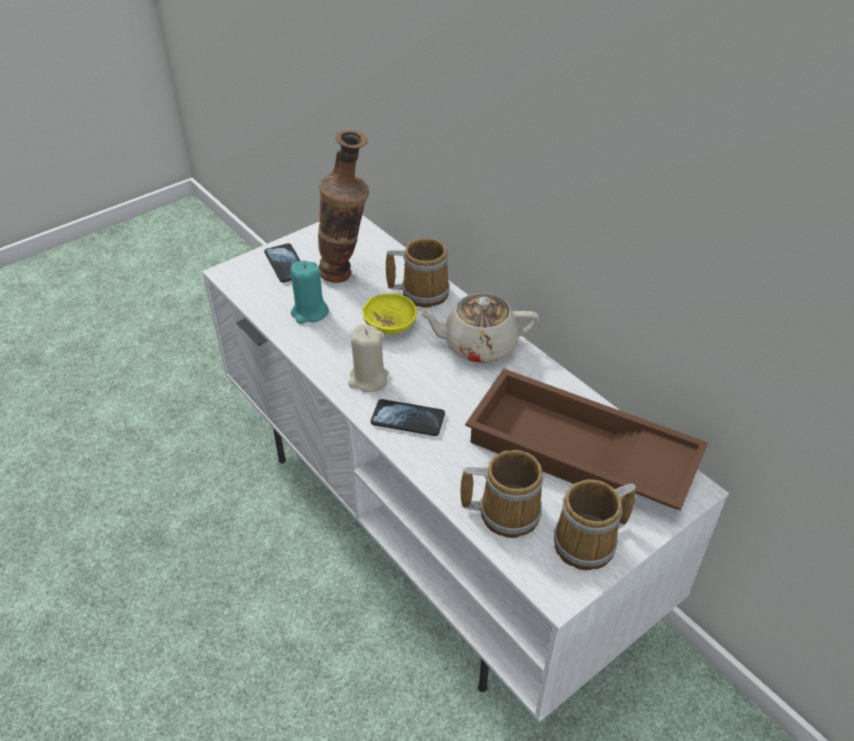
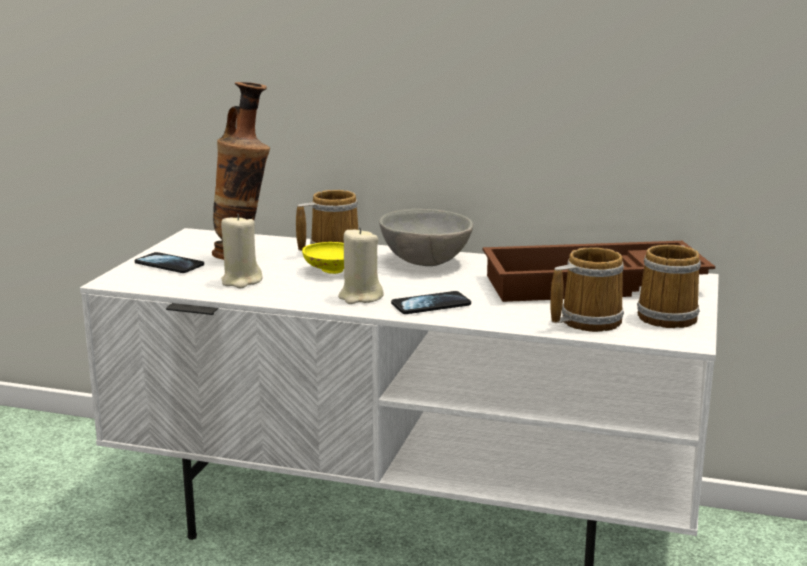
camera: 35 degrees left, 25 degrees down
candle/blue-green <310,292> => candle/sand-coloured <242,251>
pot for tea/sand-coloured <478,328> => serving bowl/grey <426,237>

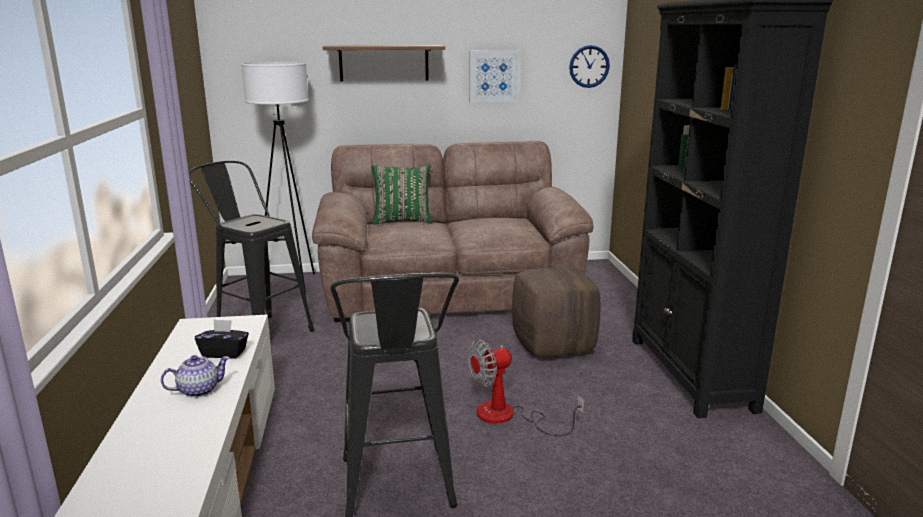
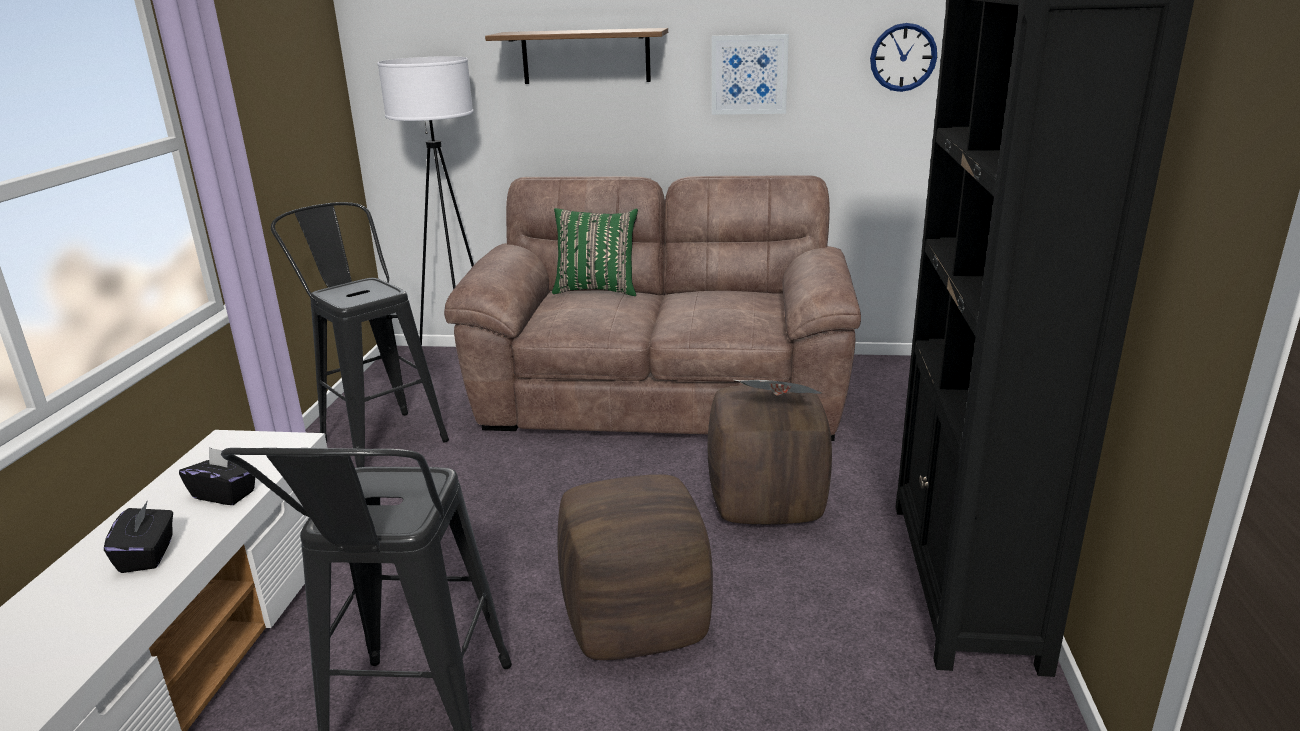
camera: 15 degrees right, 5 degrees up
fan <526,388> => pouffe/brown-coloured <635,567>
pot for tea <195,376> => tissue holder/black-coloured <138,537>
nothing => printed paper <778,388>

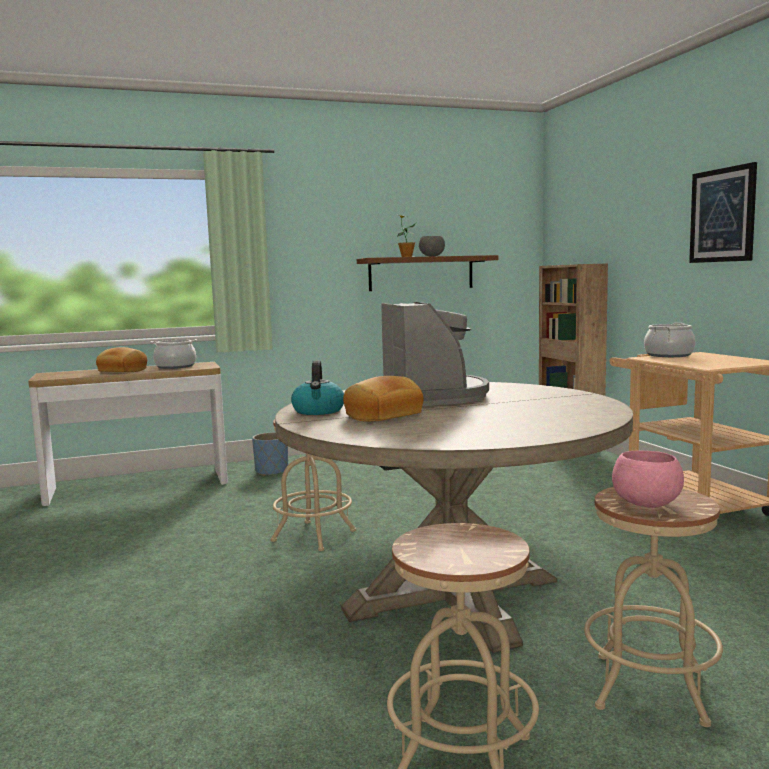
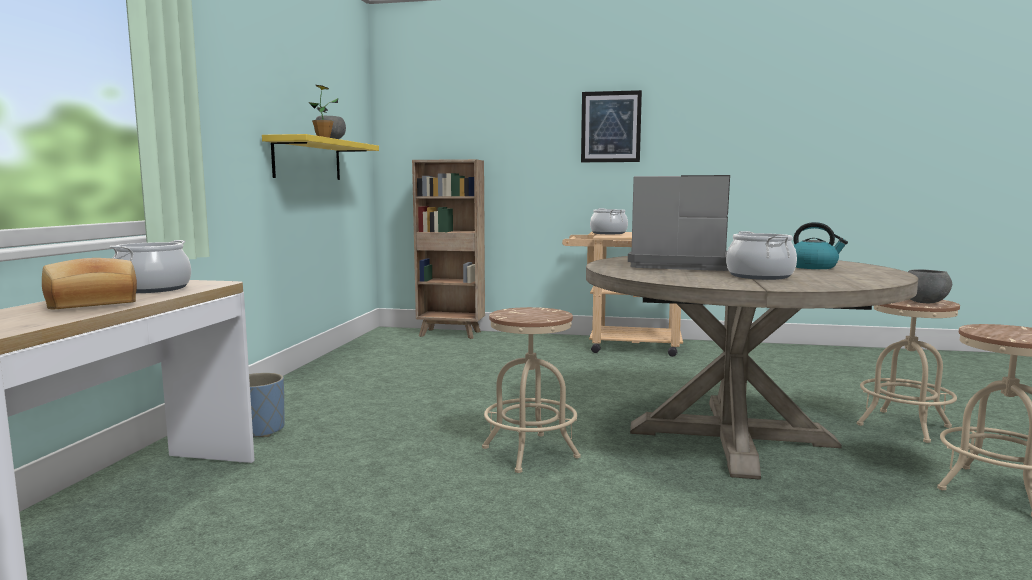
camera: 60 degrees left, 0 degrees up
bracket shelf/brown-coloured <428,273> => bracket shelf/yellow-coloured <320,157>
water kettle <317,387> => water kettle <820,245>, move
bread <383,399> => saucepot <761,255>
serving bowl/pink <648,479> => serving bowl/grey <930,286>

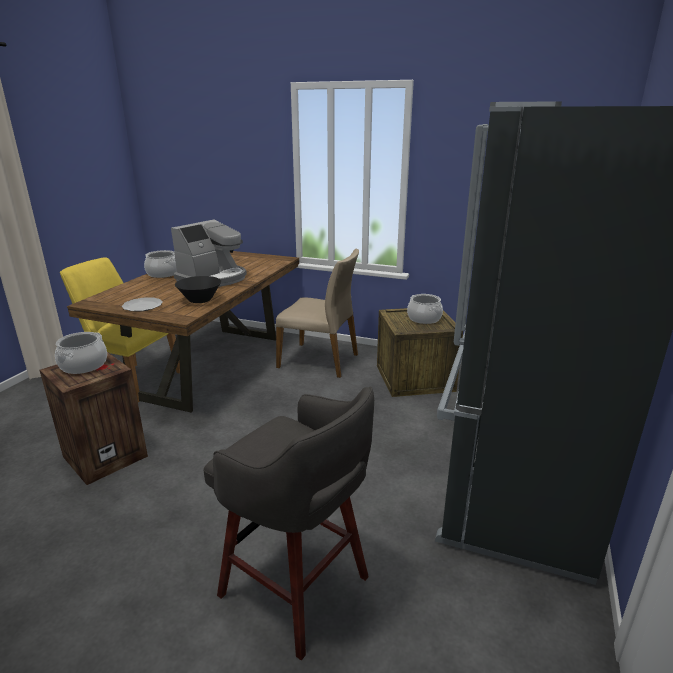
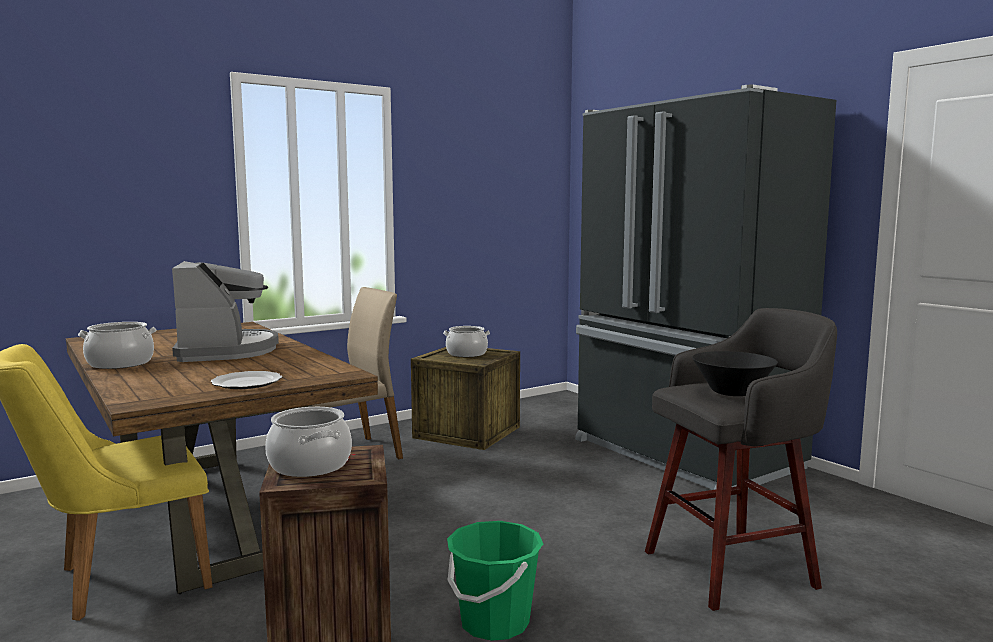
camera: 55 degrees left, 15 degrees down
serving bowl/black-coloured <198,289> => serving bowl/black-coloured <735,373>, move
nothing => water bucket/green <495,581>

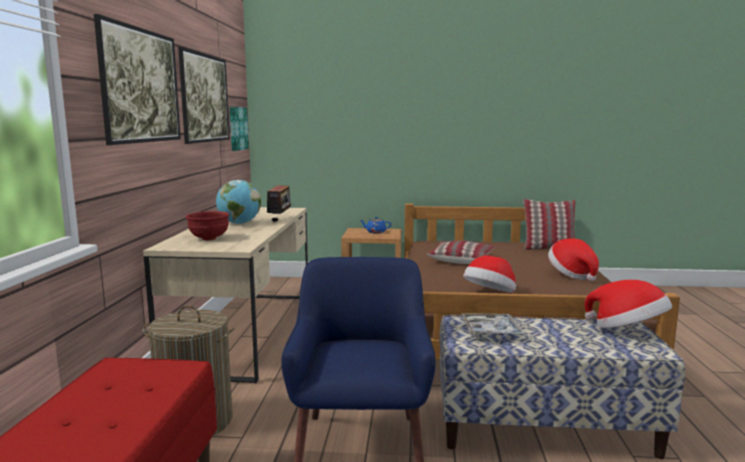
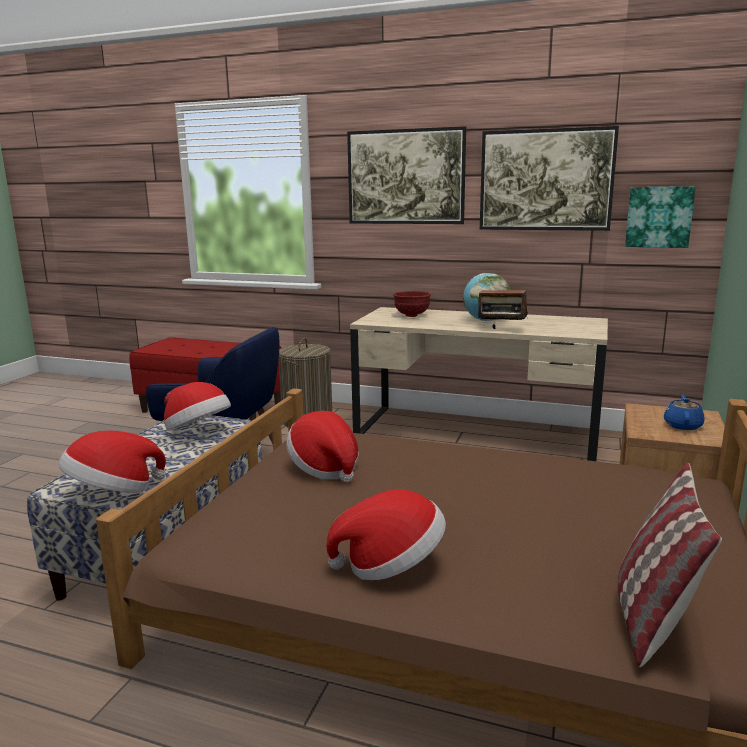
camera: 105 degrees right, 5 degrees up
cushion <460,252> => nothing
carrying tray <493,324> => hat <197,406>

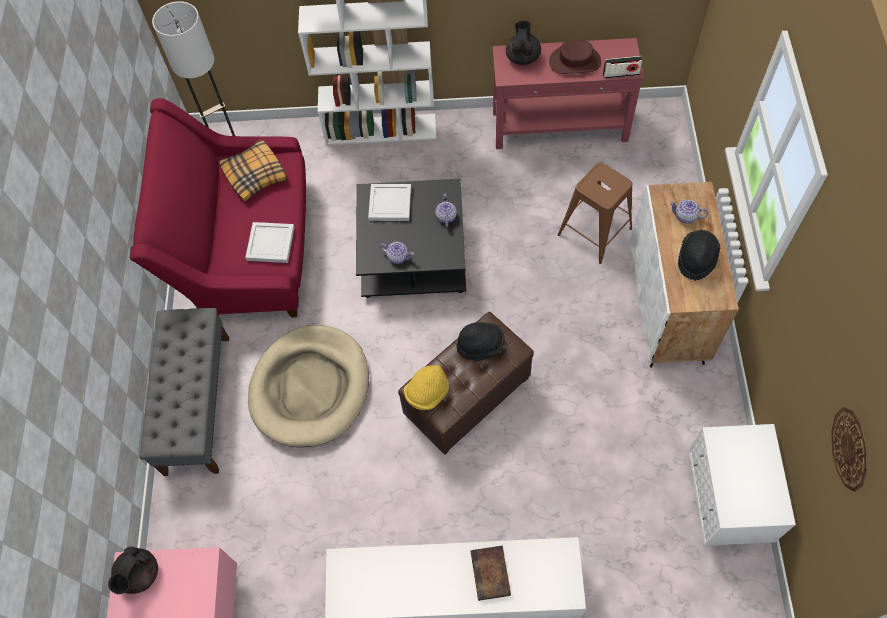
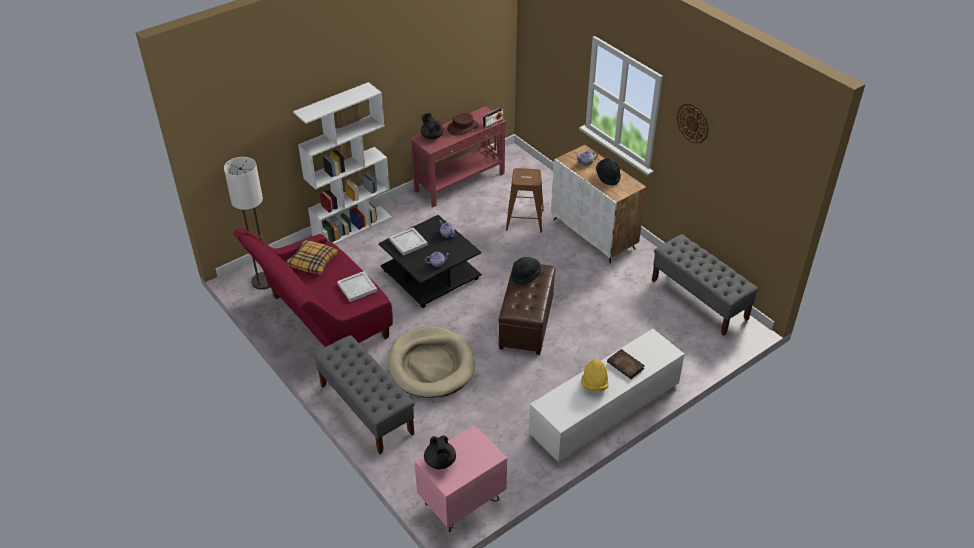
camera: 40 degrees left, 20 degrees down
hat/yellow-coloured <426,387> => hat/yellow-coloured <595,375>, move
wall clock <849,449> => wall clock <693,123>, move
nightstand/white-coloured <742,485> => indoor bench/grey <705,285>

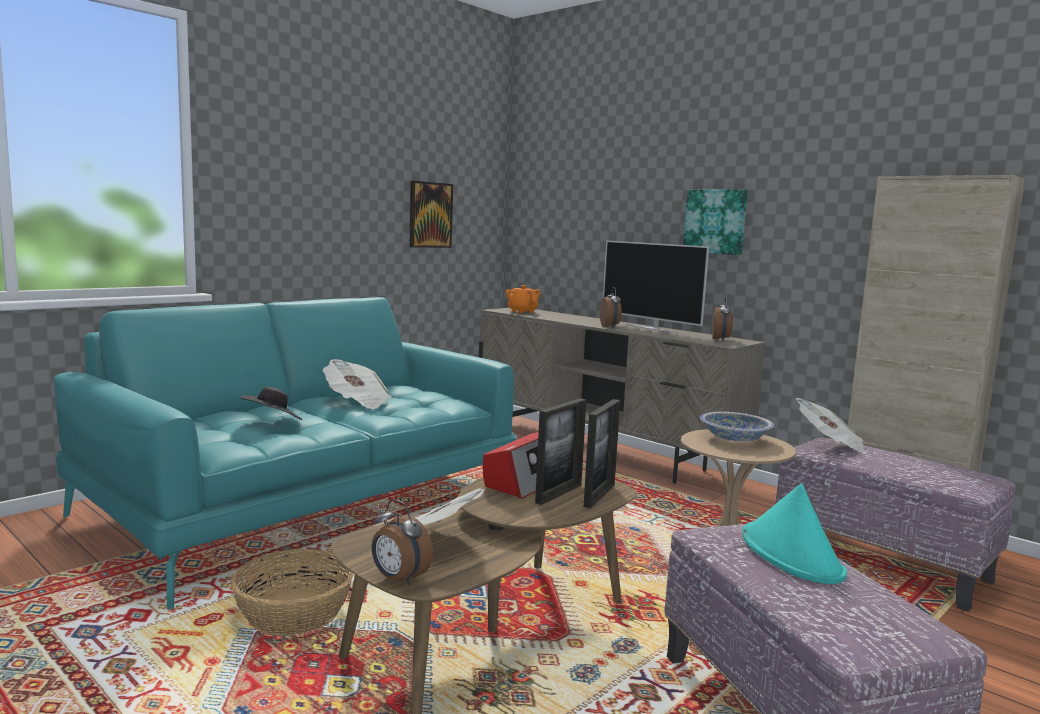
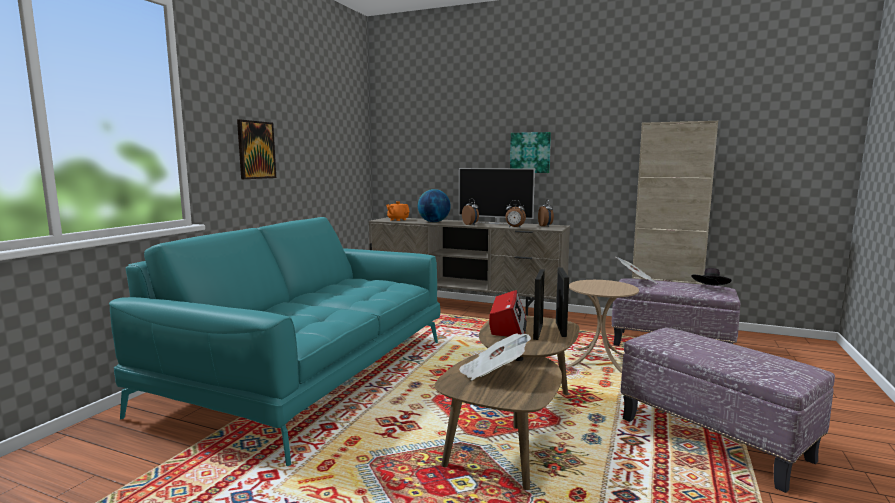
camera: 20 degrees left, 0 degrees up
picture <431,214> => picture <256,149>, move
printed paper <357,384> => nothing
hat/black-coloured <270,403> => hat/black-coloured <711,276>, move
serving bowl <737,427> => nothing
hat/blue-green <794,533> => nothing
bedside clock <402,542> => bedside clock <516,213>, move
storage basket <292,592> => nothing
nothing => world globe <434,205>

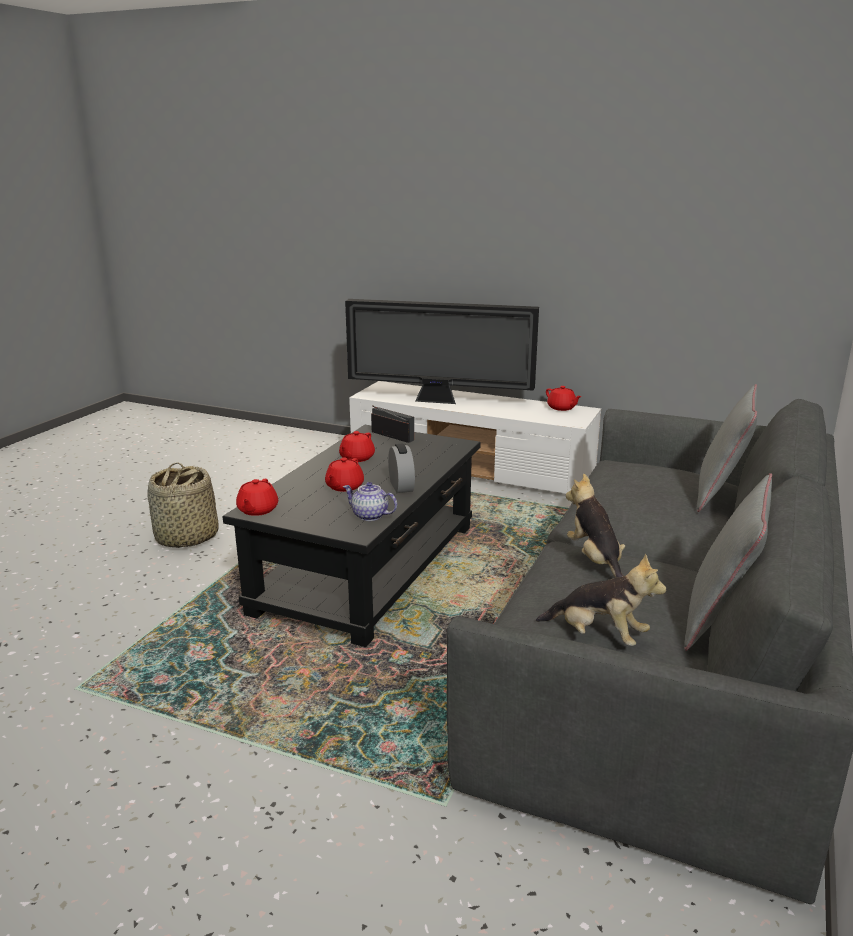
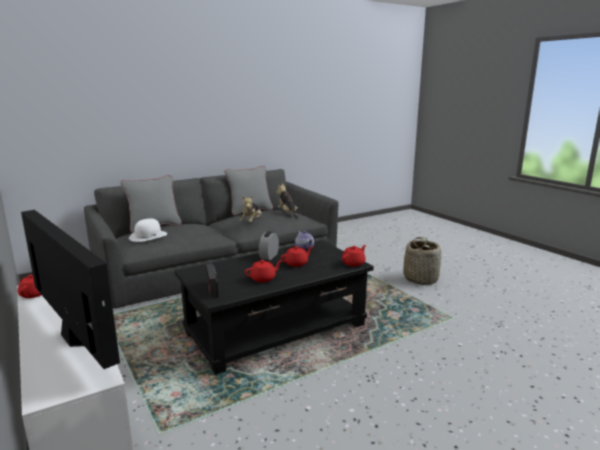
camera: 145 degrees left, 5 degrees down
storage basket <182,505> => storage basket <422,261>, move
nothing => hat/white-coloured <148,230>

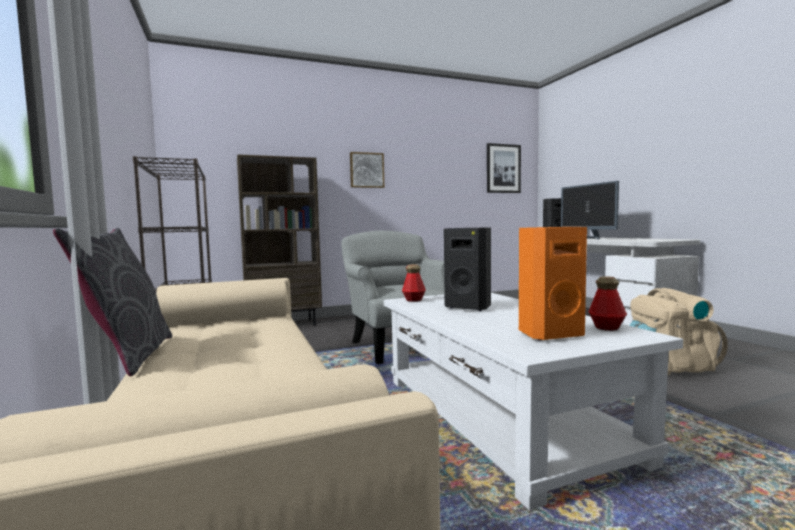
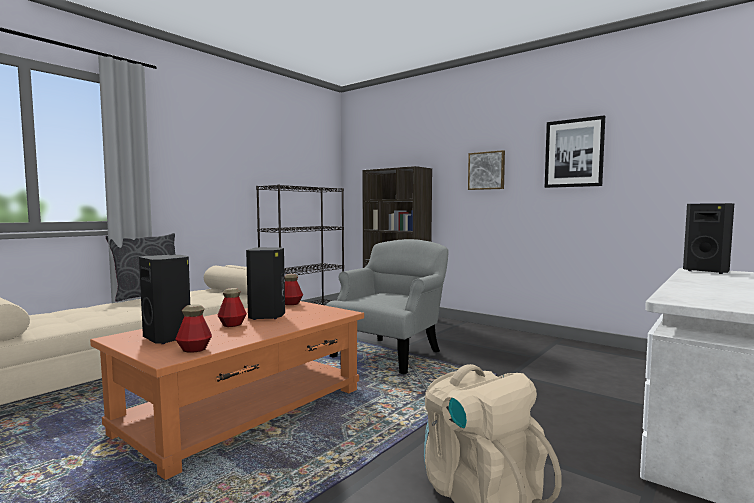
camera: 60 degrees right, 0 degrees up
picture <504,168> => picture <575,151>, move
computer screen <590,210> => nothing
audio speaker/orange-coloured <553,284> => audio speaker/black-coloured <164,299>
coffee table/white-coloured <533,401> => coffee table/orange-coloured <227,390>
nothing => bottle <232,307>

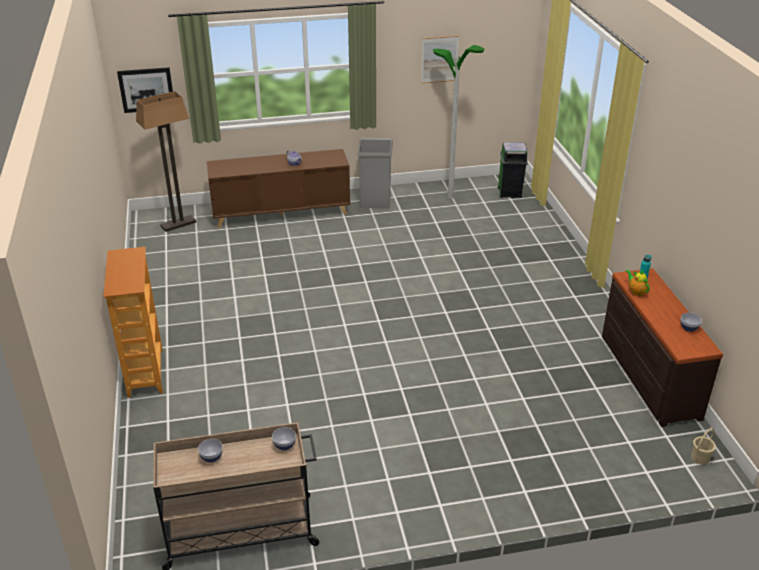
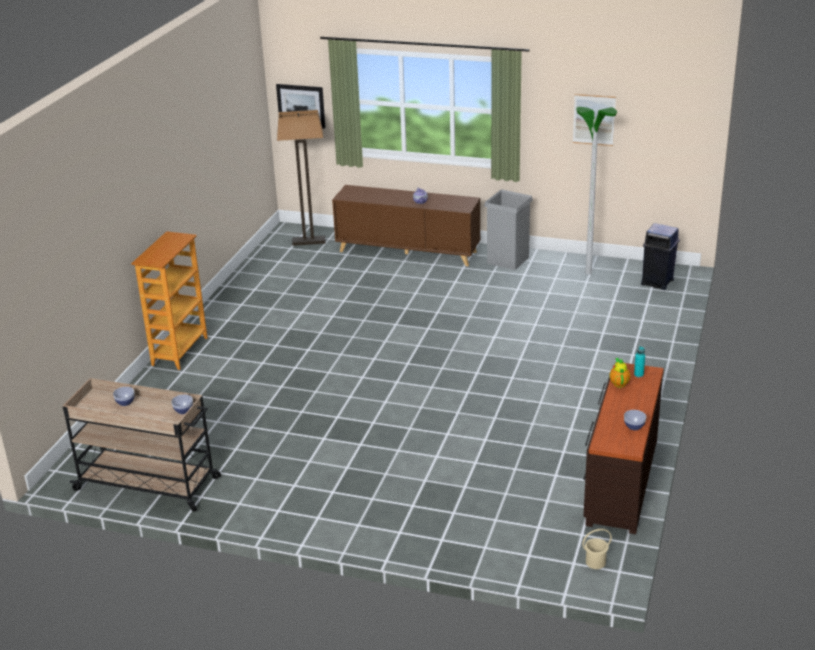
camera: 30 degrees right, 5 degrees down
trash can/green <513,170> => trash can/blue <660,256>

